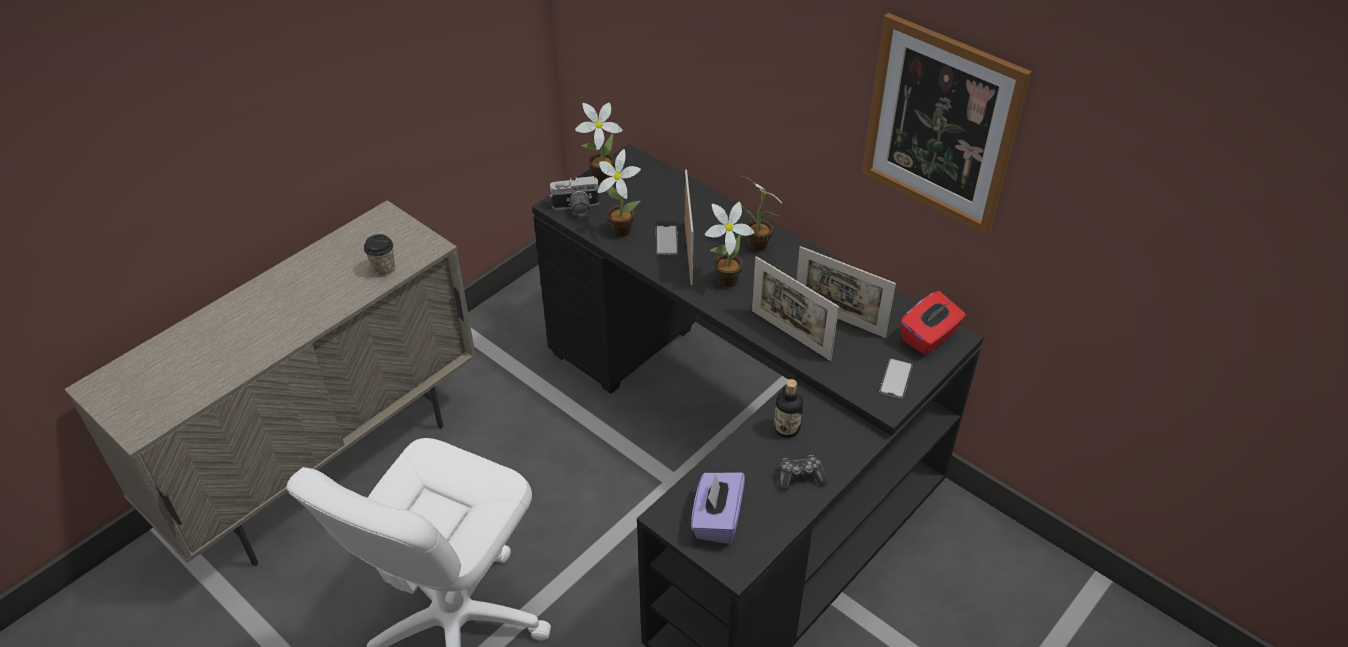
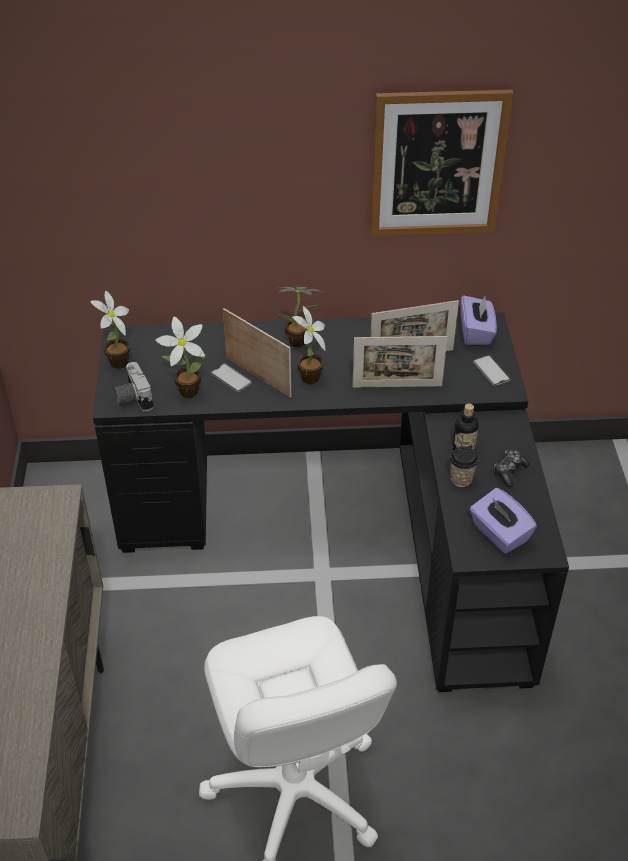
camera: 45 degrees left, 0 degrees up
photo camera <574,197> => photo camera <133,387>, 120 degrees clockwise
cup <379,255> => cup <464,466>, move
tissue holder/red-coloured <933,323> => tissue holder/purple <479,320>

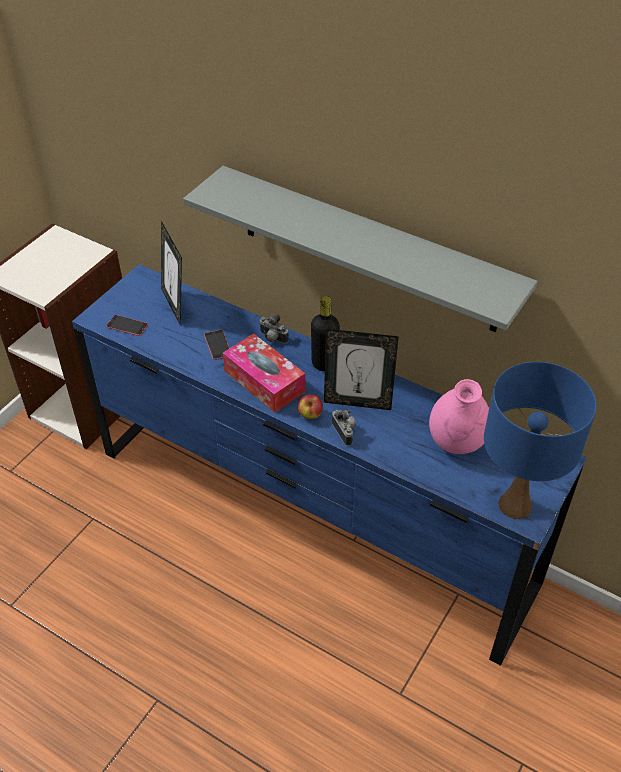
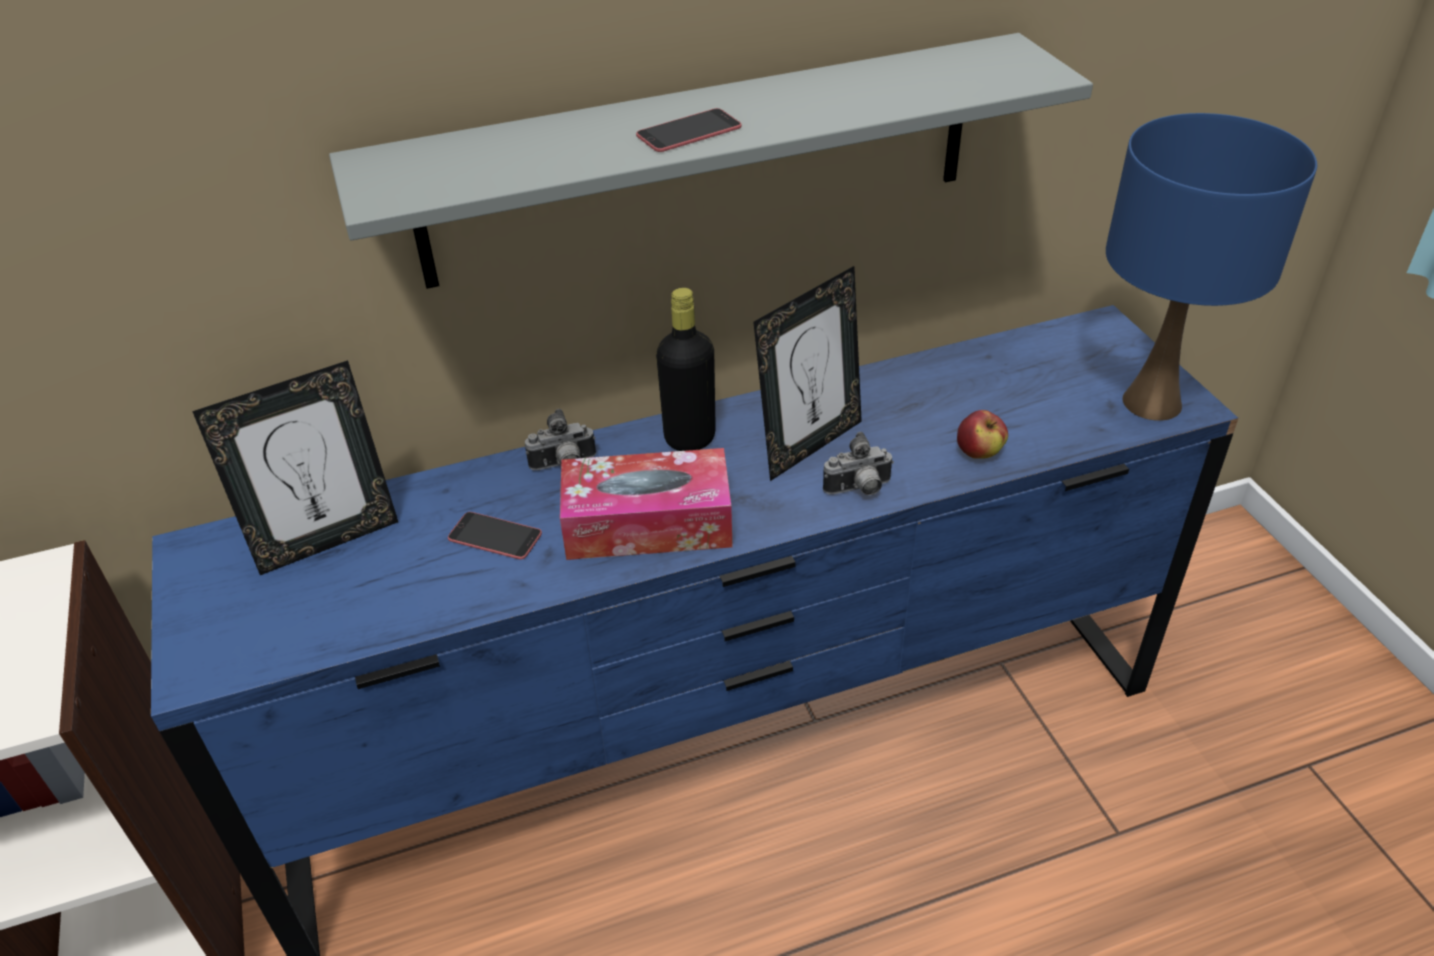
camera: 50 degrees left, 5 degrees down
photo frame <171,273> => photo frame <295,467>, 45 degrees counterclockwise
phone <127,325> => phone <689,130>, move
decorative vase/pink <459,416> => nothing
apple <310,407> => apple <982,434>, move
photo camera <344,428> => photo camera <858,463>, 150 degrees clockwise

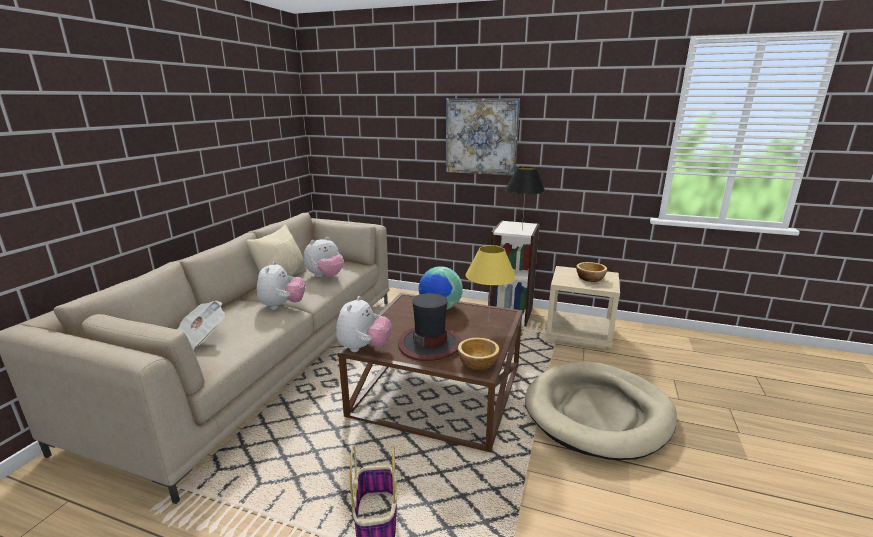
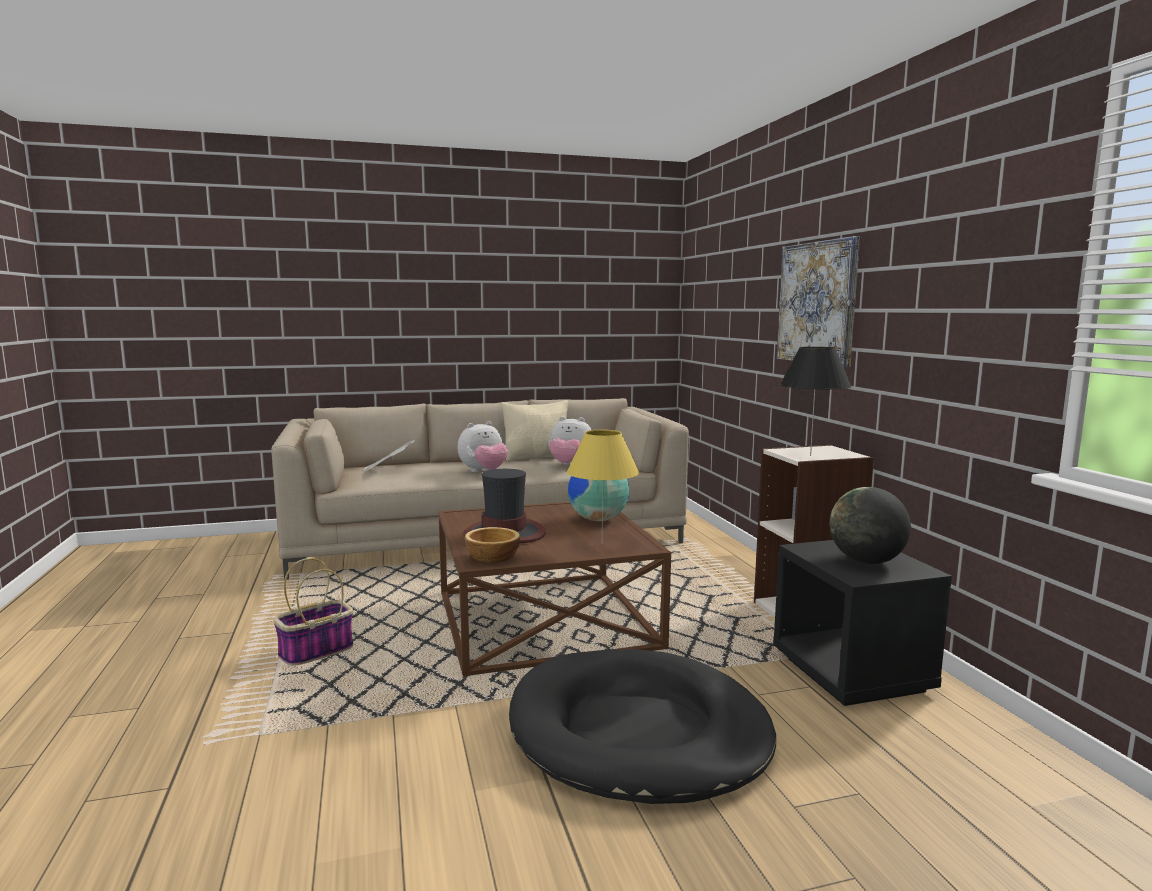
camera: 55 degrees right, 10 degrees down
serving bowl <591,272> => world globe <870,525>
nightstand/sand-coloured <583,307> => nightstand/black-coloured <862,623>
soft toy <363,324> => nothing
pet bed/sand-coloured <601,410> => pet bed/black-coloured <642,726>

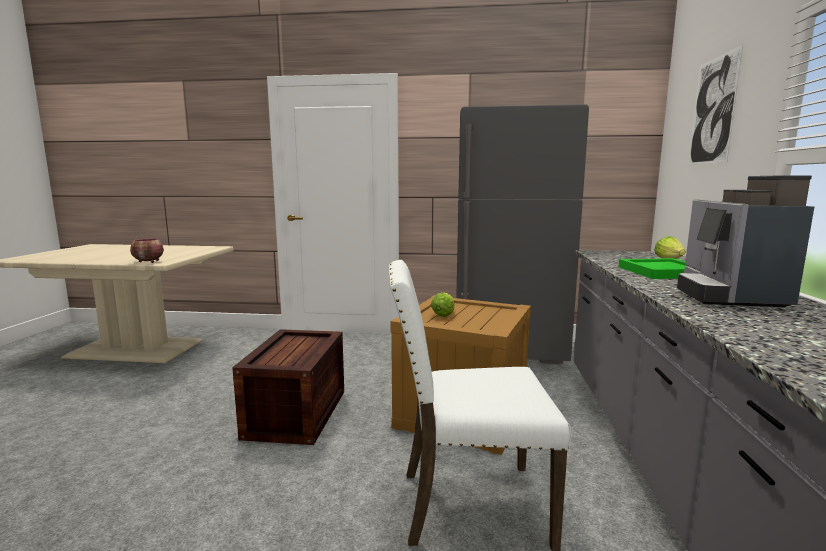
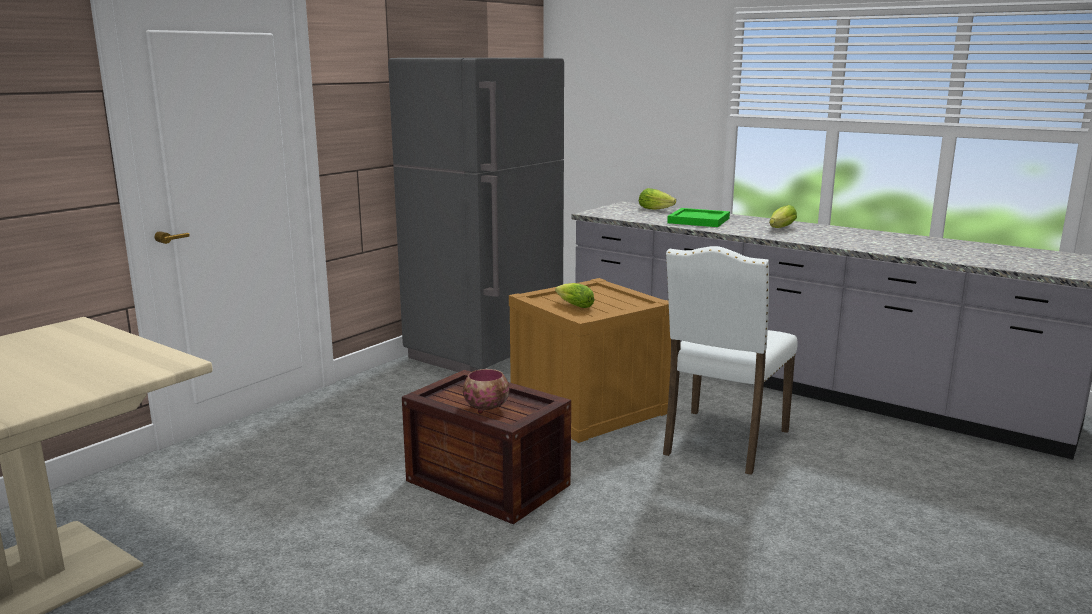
camera: 60 degrees left, 5 degrees up
picture <715,105> => nothing
coffee machine <745,241> => lettuce head <783,216>
serving bowl <147,251> => serving bowl <486,391>, move

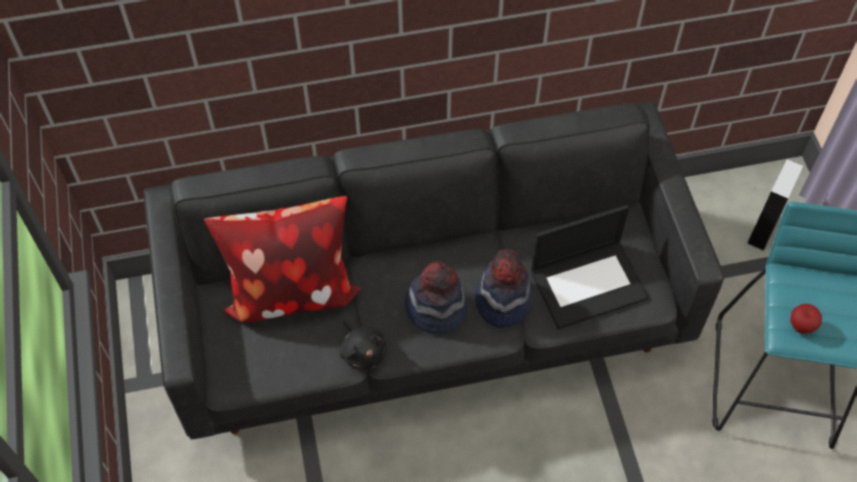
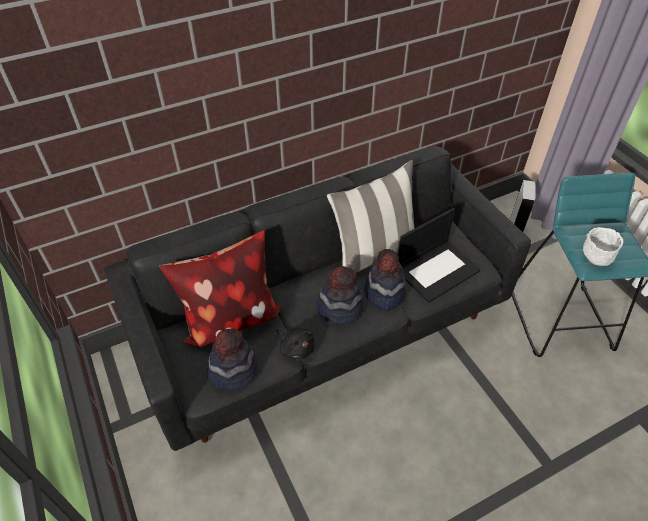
camera: 15 degrees left, 10 degrees down
apple <806,319> => serving bowl/white-coloured <603,246>
nothing => cushion <371,216>
nothing => hat <232,359>

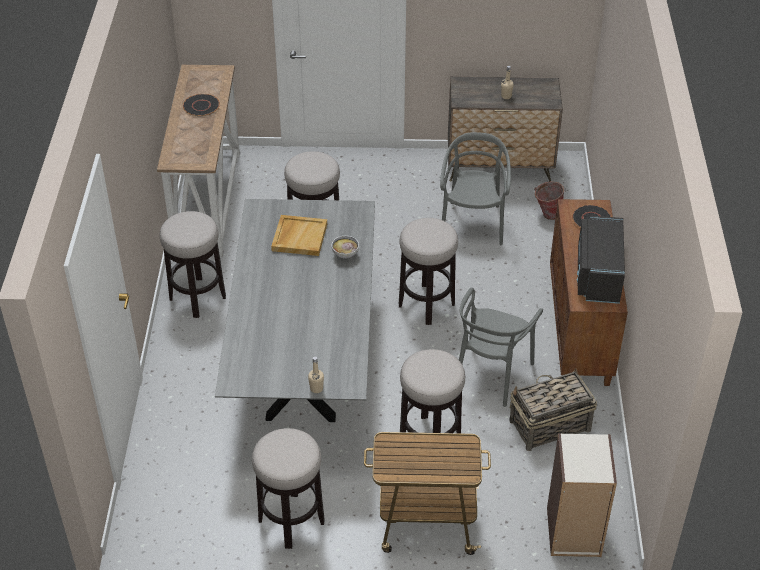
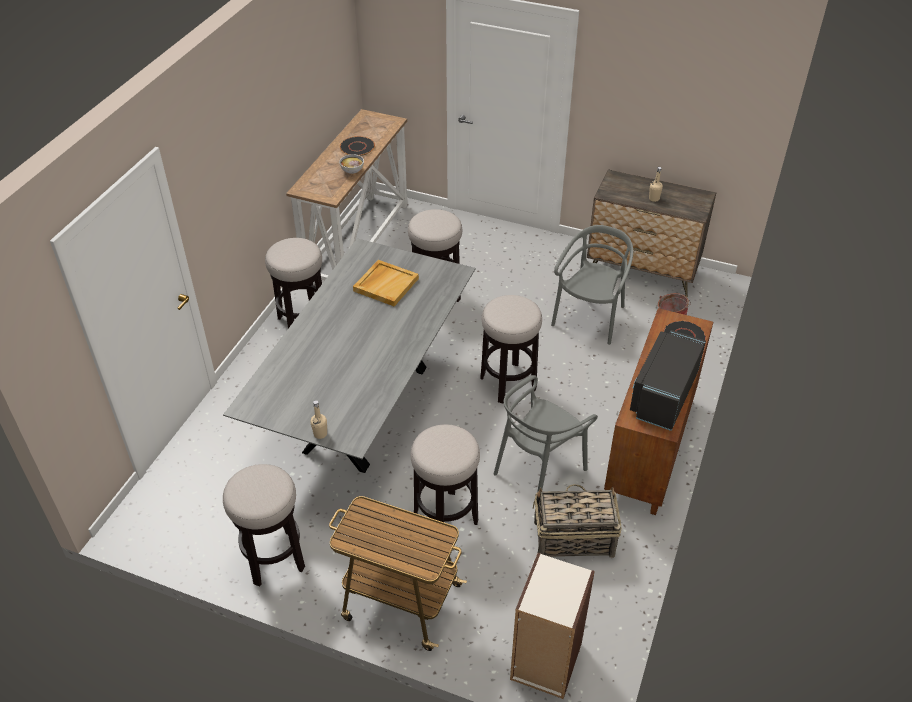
camera: 20 degrees right, 0 degrees up
serving bowl <345,247> => serving bowl <351,164>, move

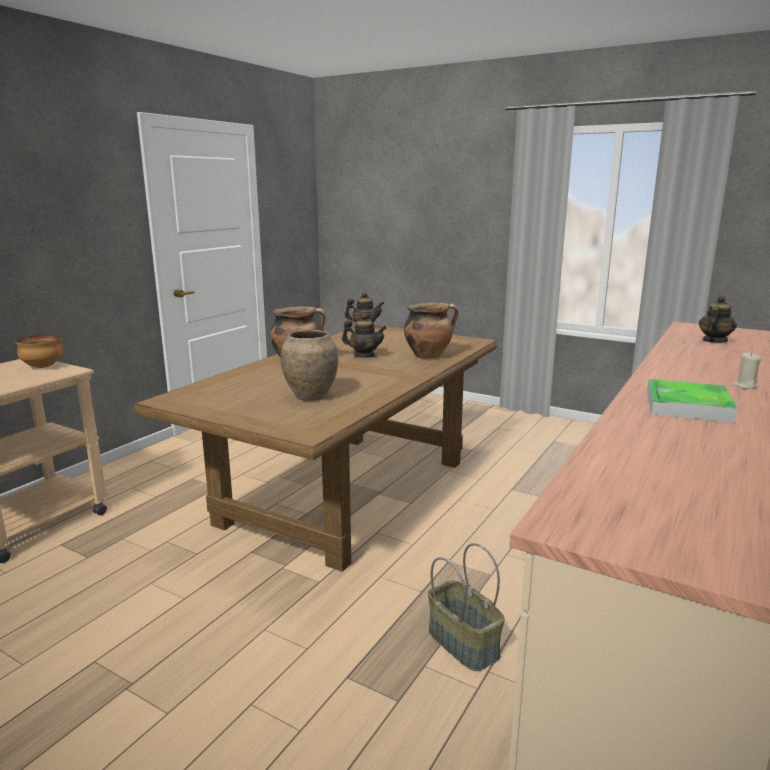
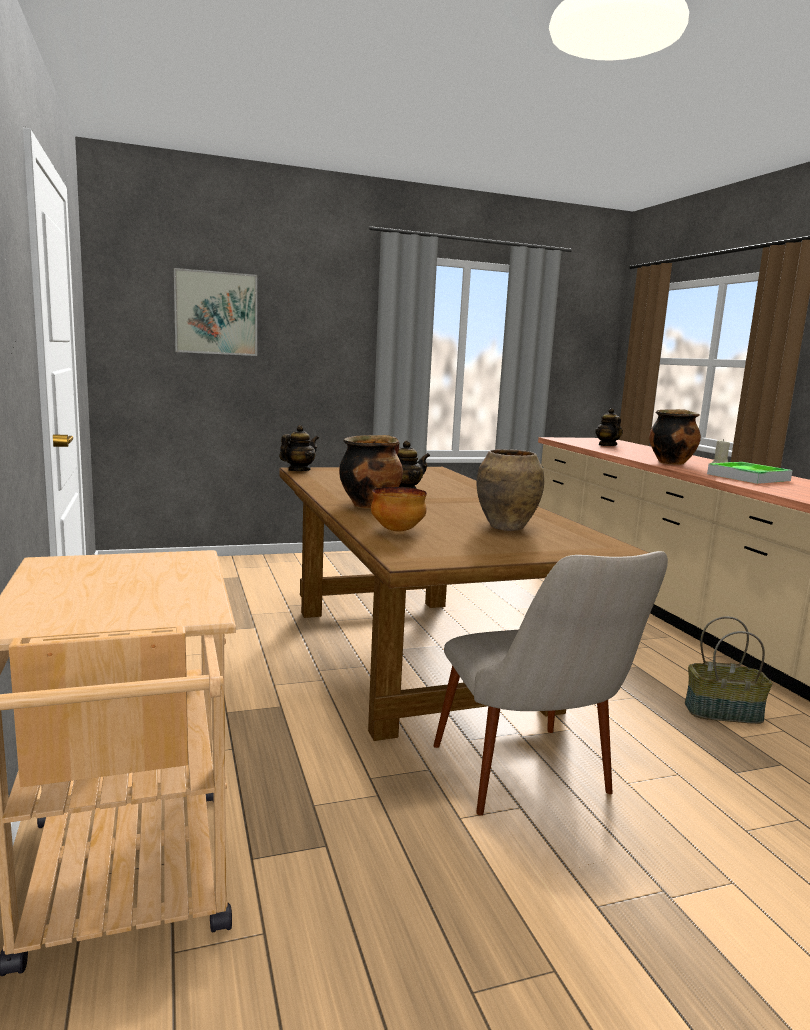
camera: 50 degrees left, 5 degrees down
saucepot <431,331> => saucepot <675,437>, move
serving bowl <39,351> => serving bowl <399,509>, move
nothing => picture <215,312>
nothing => plain chair/sand-coloured <551,683>

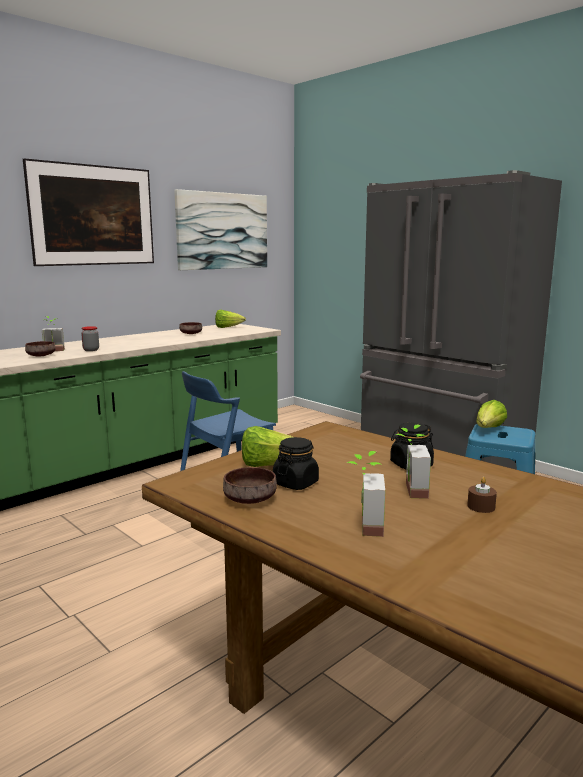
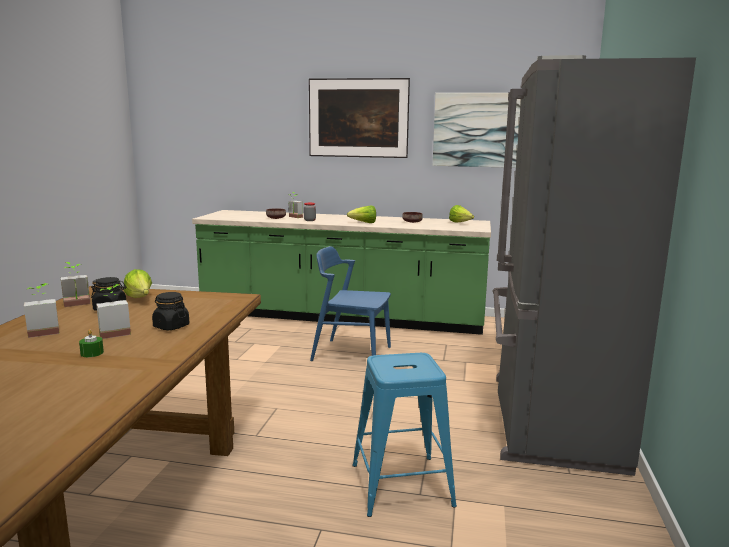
camera: 55 degrees right, 0 degrees up
lettuce head <491,414> => lettuce head <361,214>, move
serving bowl/brown-coloured <250,485> => houseplant <75,284>
candle/brown-coloured <482,495> => candle/green <91,343>

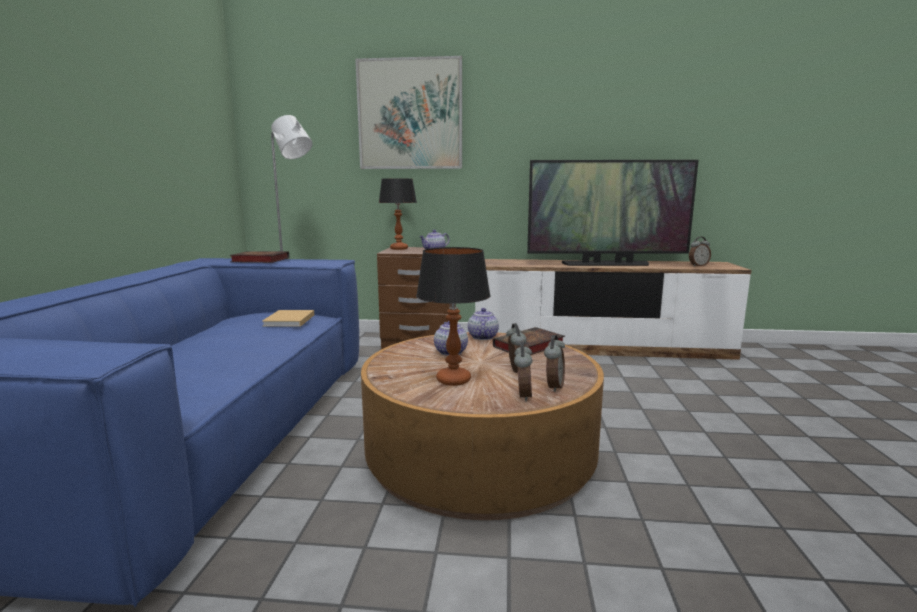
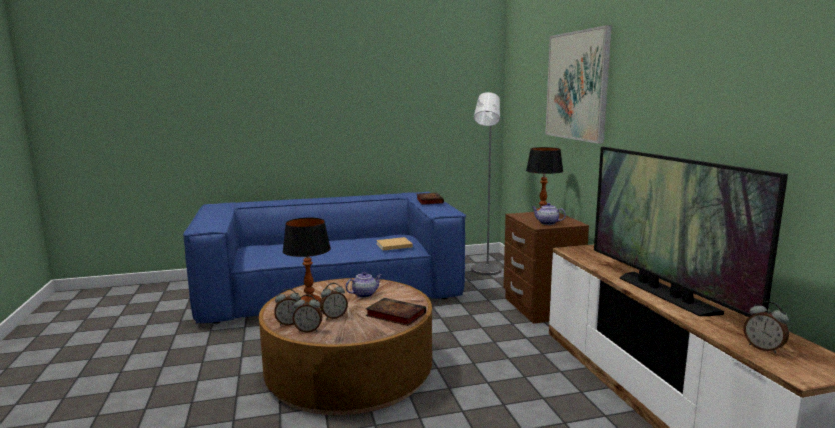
camera: 70 degrees right, 0 degrees up
pot for tea <483,324> => nothing

